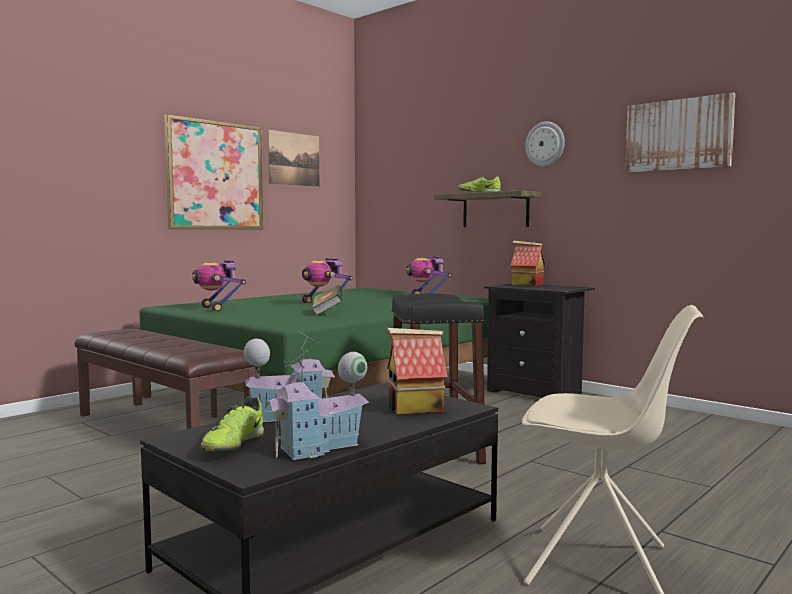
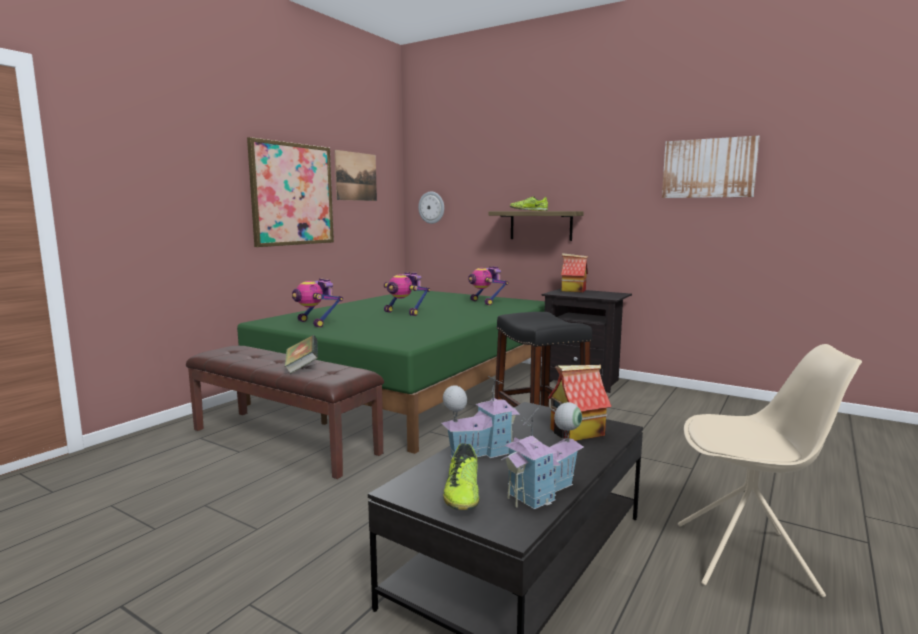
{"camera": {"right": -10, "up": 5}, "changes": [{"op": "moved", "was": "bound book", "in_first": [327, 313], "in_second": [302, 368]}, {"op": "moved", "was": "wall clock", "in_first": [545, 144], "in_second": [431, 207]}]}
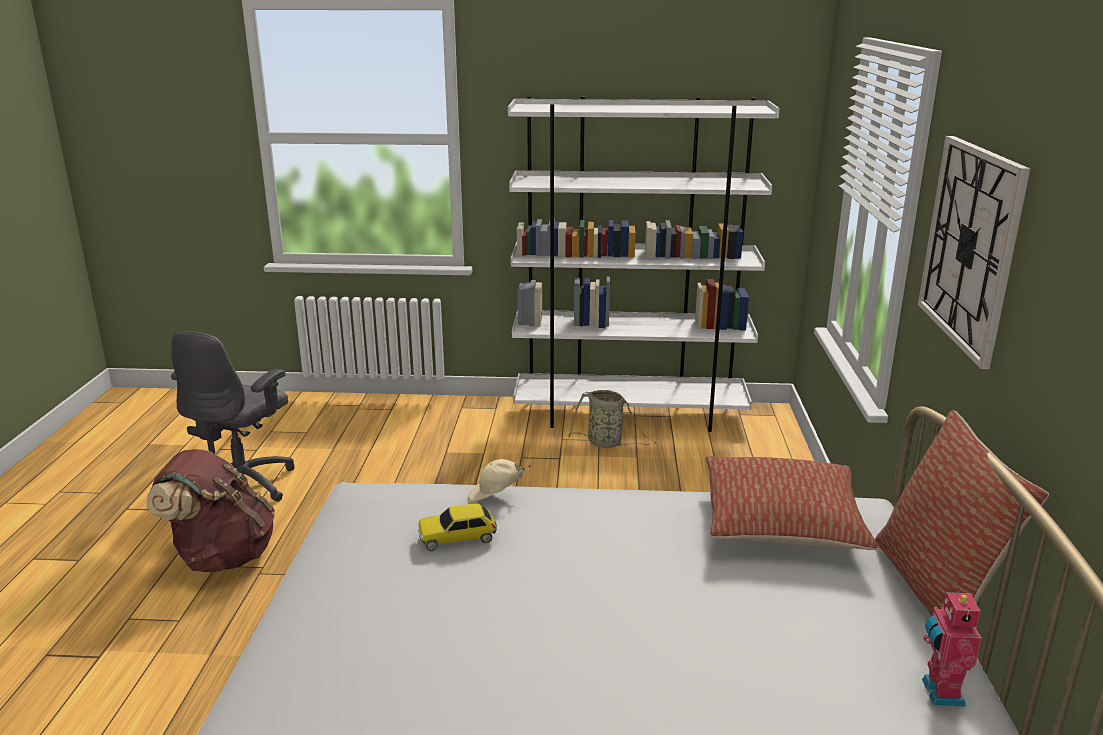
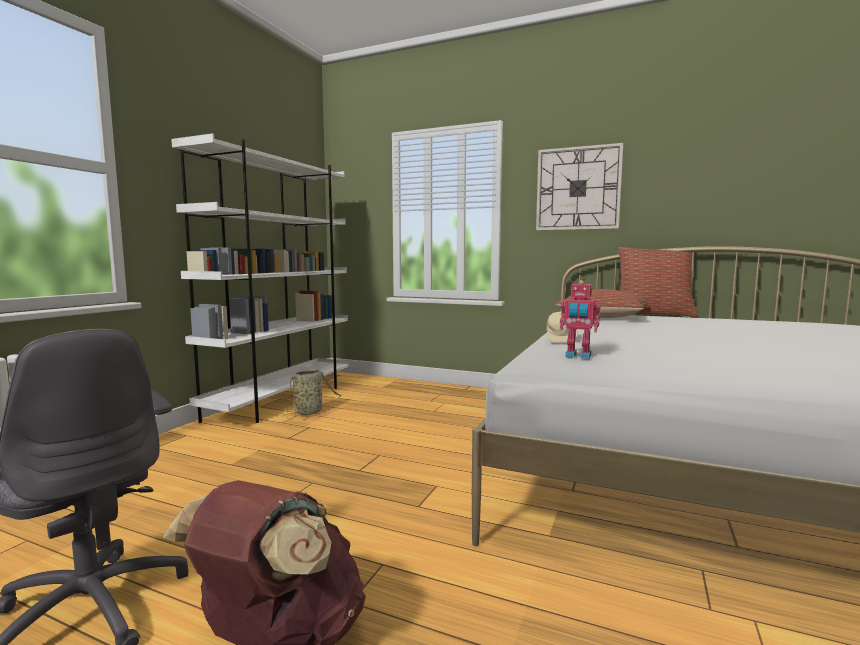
{"camera": {"right": -70, "up": -15}, "changes": [{"op": "moved", "was": "robot figure", "in_first": [940, 692], "in_second": [578, 356]}, {"op": "removed", "was": "model car", "in_first": [457, 537]}]}
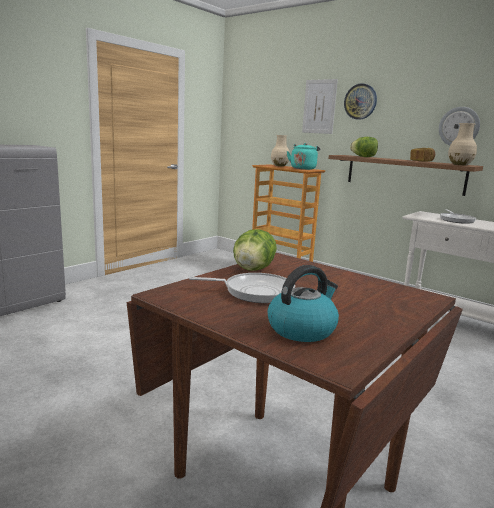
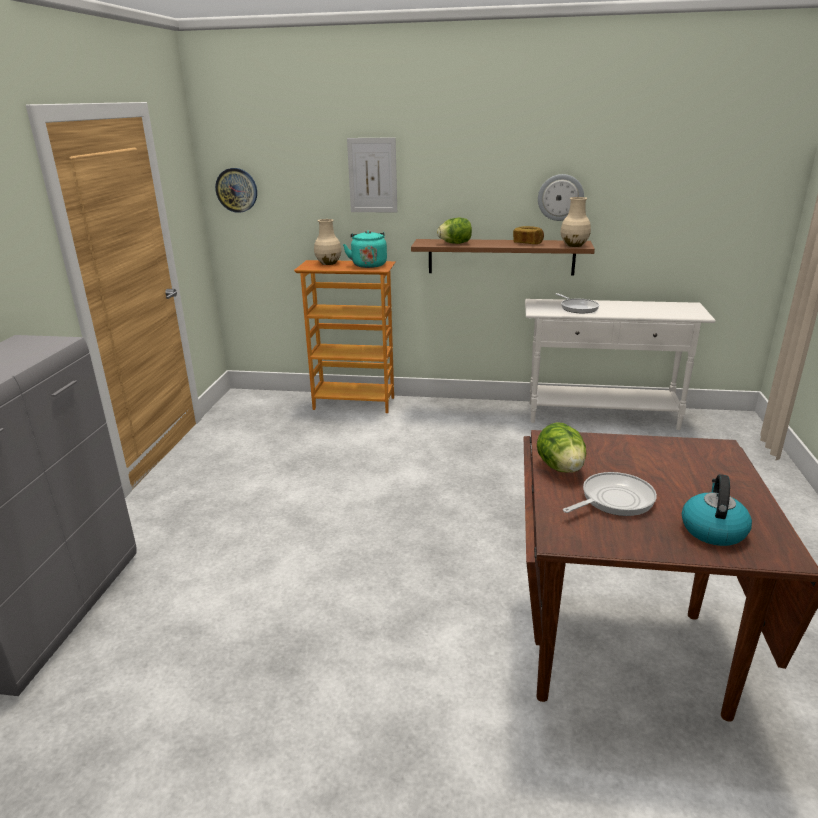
{"camera": {"right": -30, "up": 10}, "changes": [{"op": "moved", "was": "wall clock", "in_first": [360, 101], "in_second": [236, 190]}]}
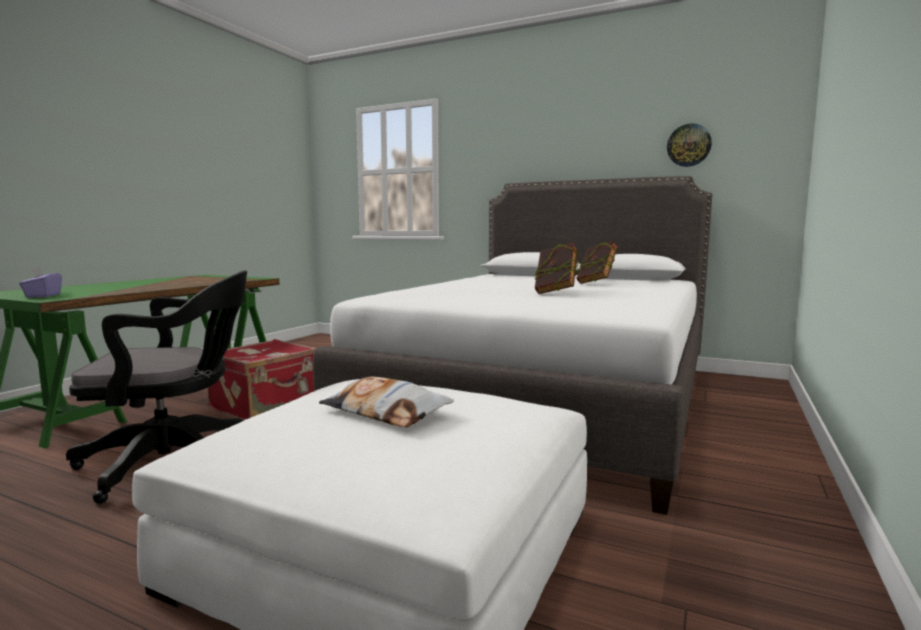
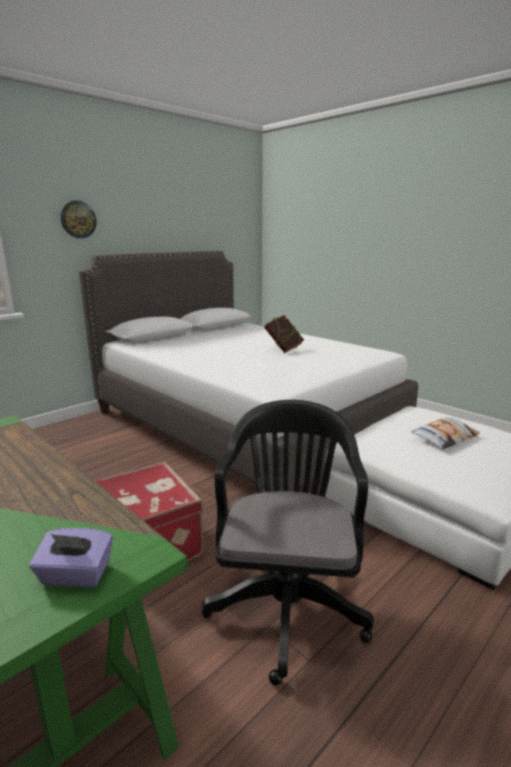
{"camera": {"right": -70, "up": 10}, "changes": [{"op": "moved", "was": "wall clock", "in_first": [689, 145], "in_second": [78, 219]}, {"op": "removed", "was": "bound book", "in_first": [596, 283]}]}
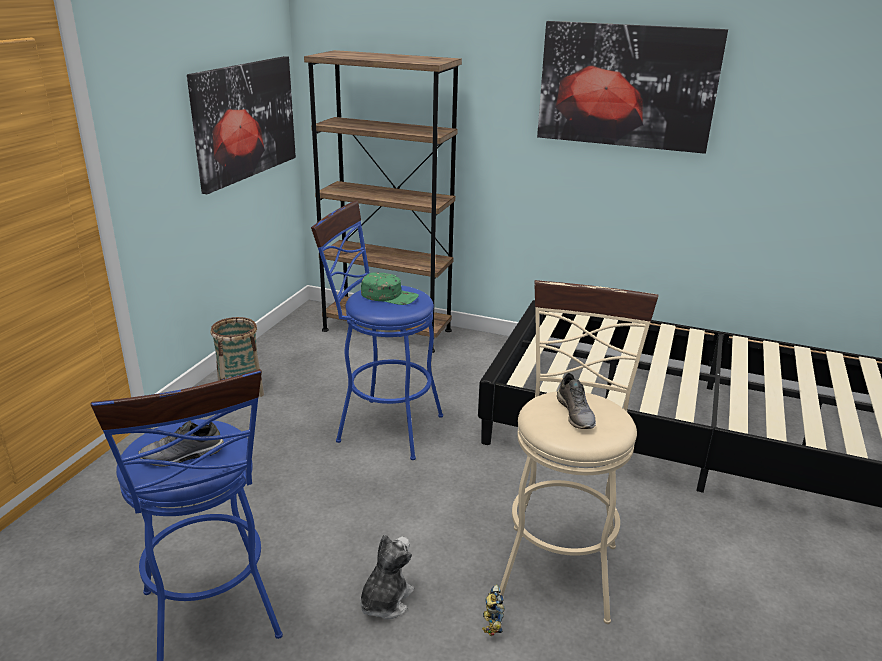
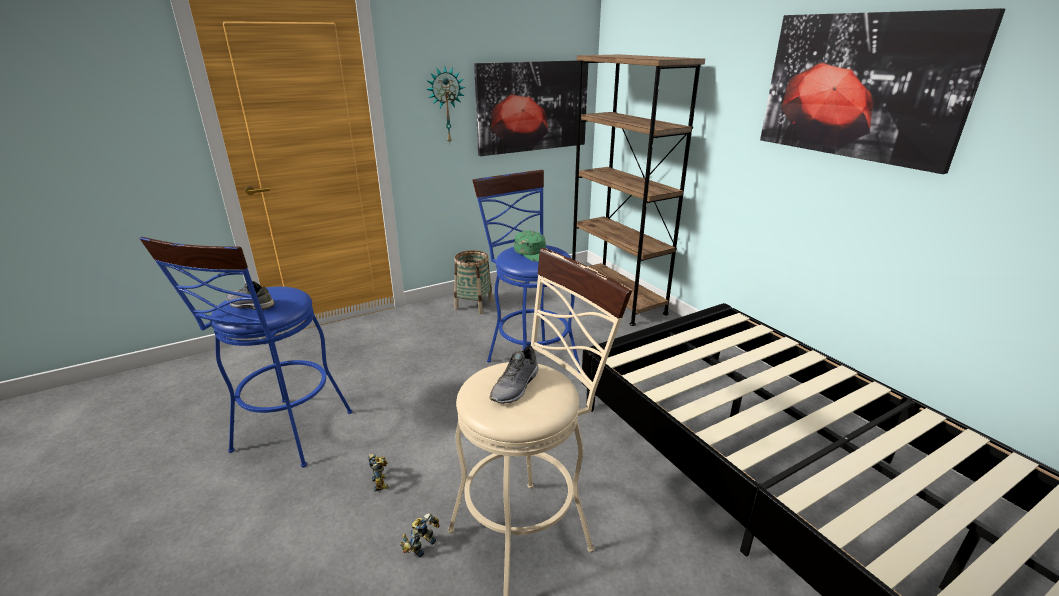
{"camera": {"right": 40, "up": 0}, "changes": [{"op": "replaced", "was": "cuddly toy", "now": "robot figure", "in_first": [385, 600], "in_second": [381, 482]}, {"op": "added", "now": "wall clock", "in_second": [446, 105]}]}
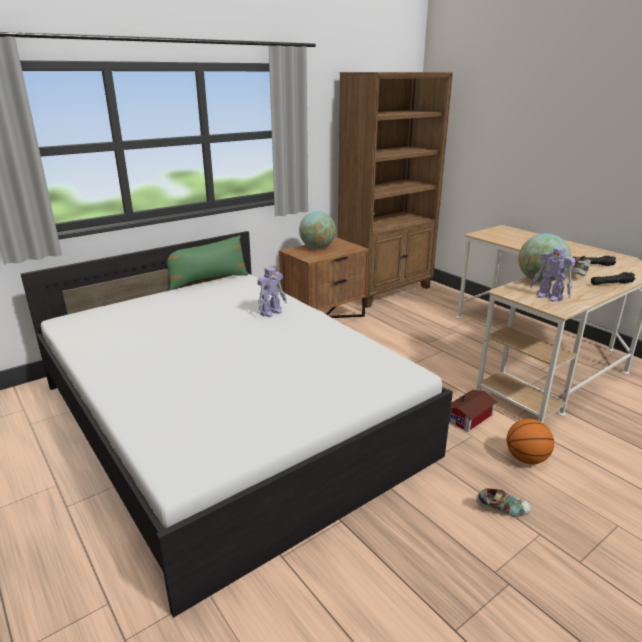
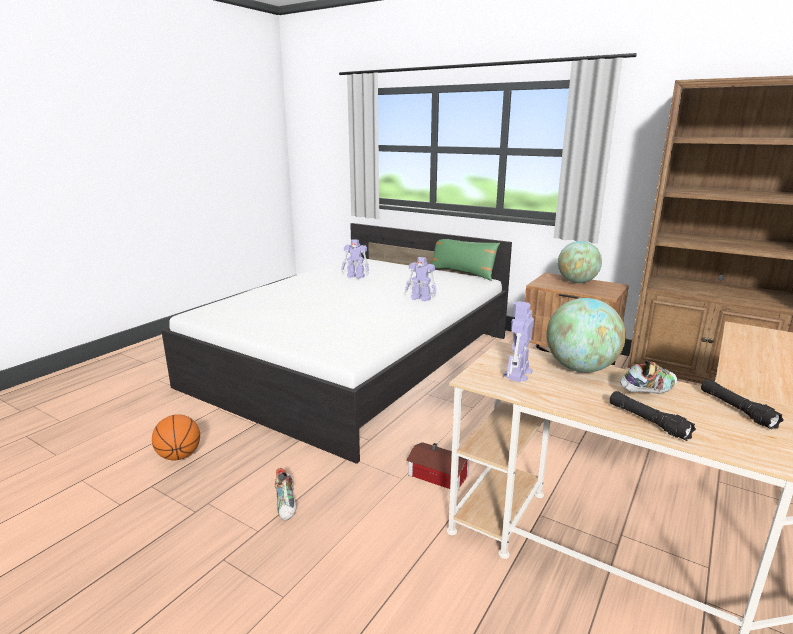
{"camera": {"right": 70, "up": -5}, "changes": [{"op": "moved", "was": "ball for basketball", "in_first": [526, 458], "in_second": [179, 456]}, {"op": "added", "now": "robot figure", "in_second": [356, 276]}]}
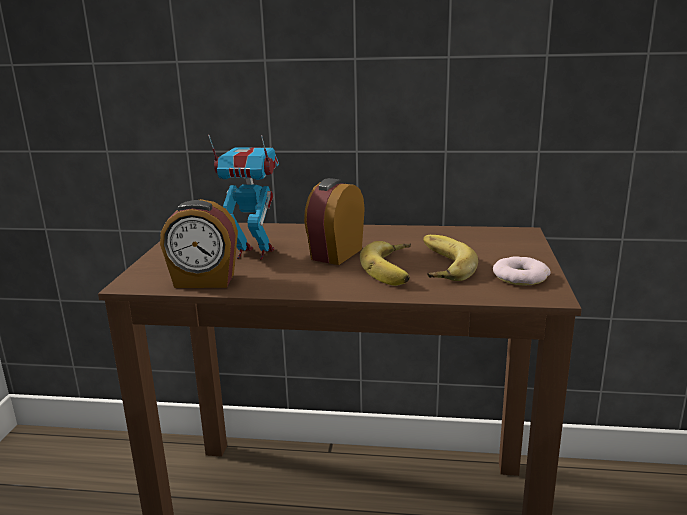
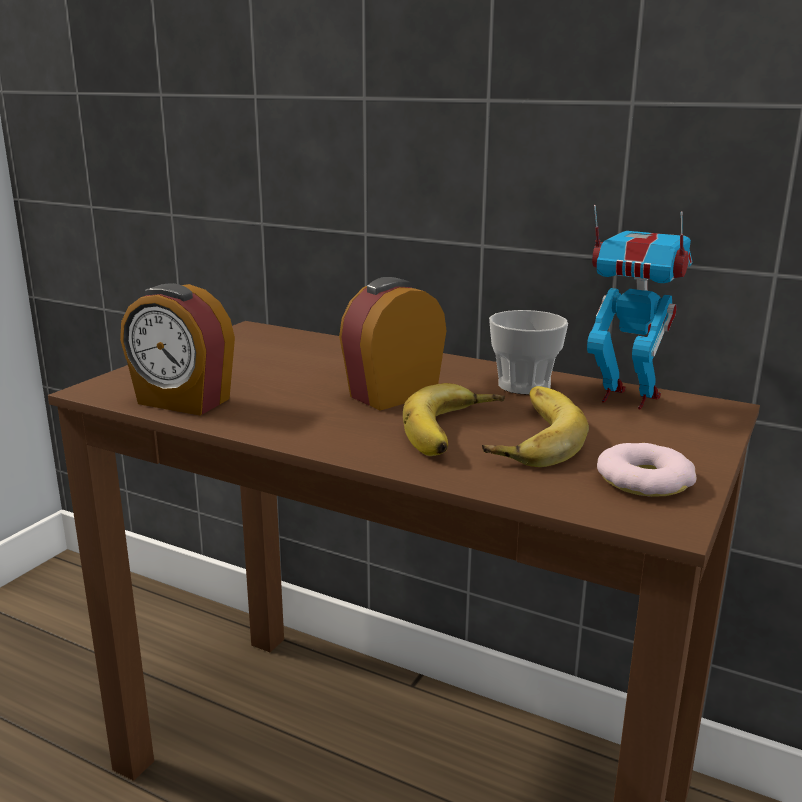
{"camera": {"right": 20, "up": 0}, "changes": [{"op": "added", "now": "small cup", "in_second": [524, 385]}, {"op": "moved", "was": "robot figure", "in_first": [253, 253], "in_second": [627, 397]}]}
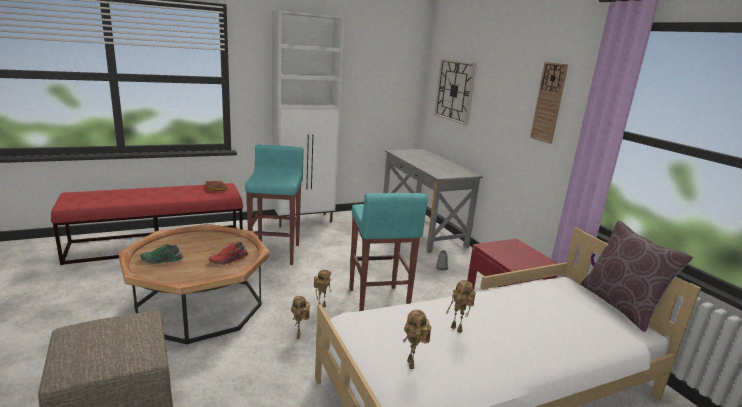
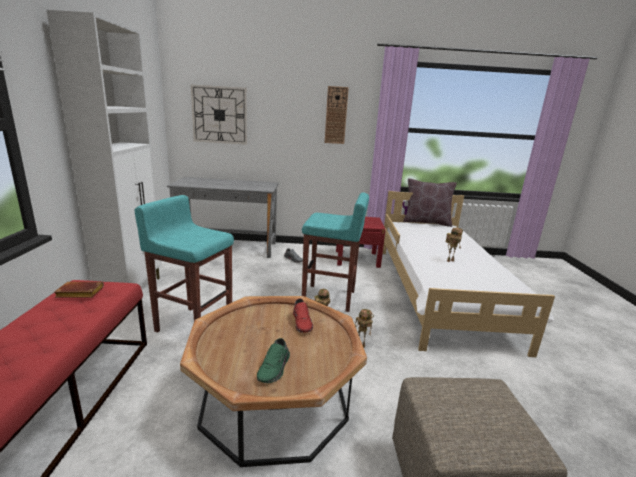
{"camera": {"right": -65, "up": 0}, "changes": [{"op": "removed", "was": "robot figure", "in_first": [412, 365]}]}
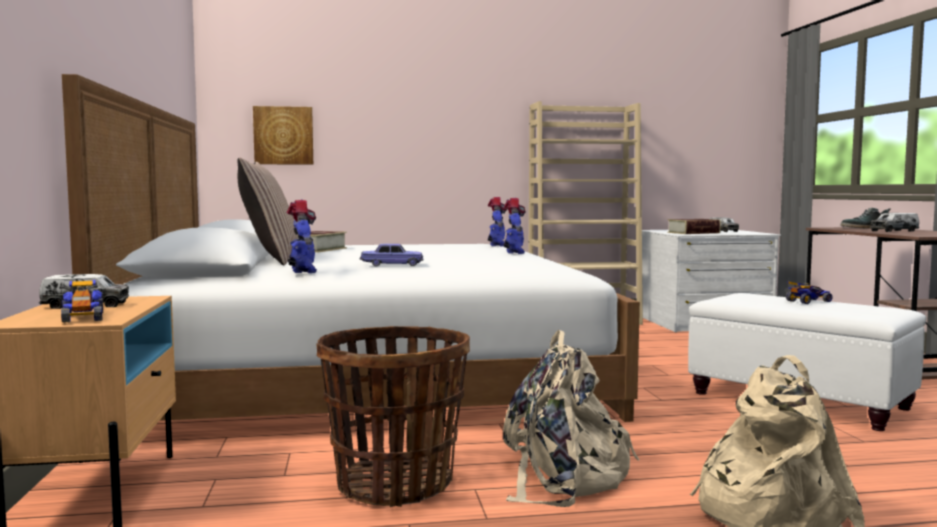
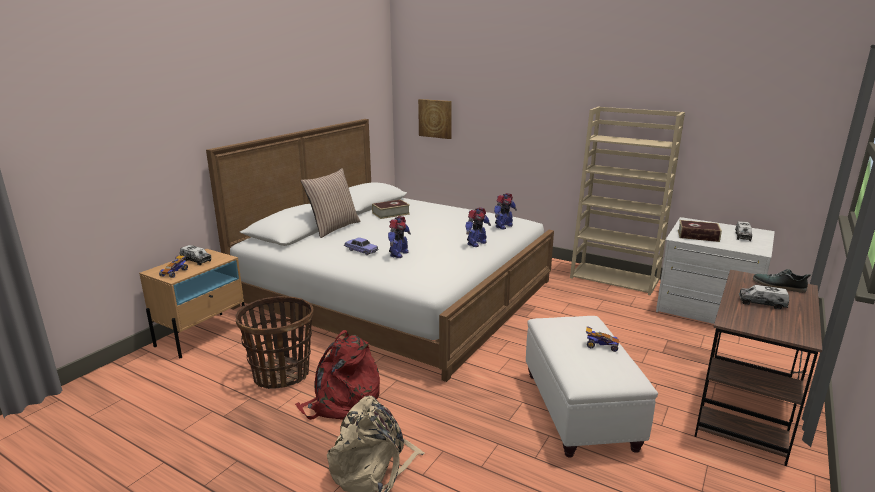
{"camera": {"right": 40, "up": 15}, "changes": [{"op": "recoloured", "was": "beige-coloured backpack", "now": "red backpack", "in_first": [563, 477], "in_second": [342, 402]}, {"op": "moved", "was": "robot figure", "in_first": [302, 271], "in_second": [398, 254]}]}
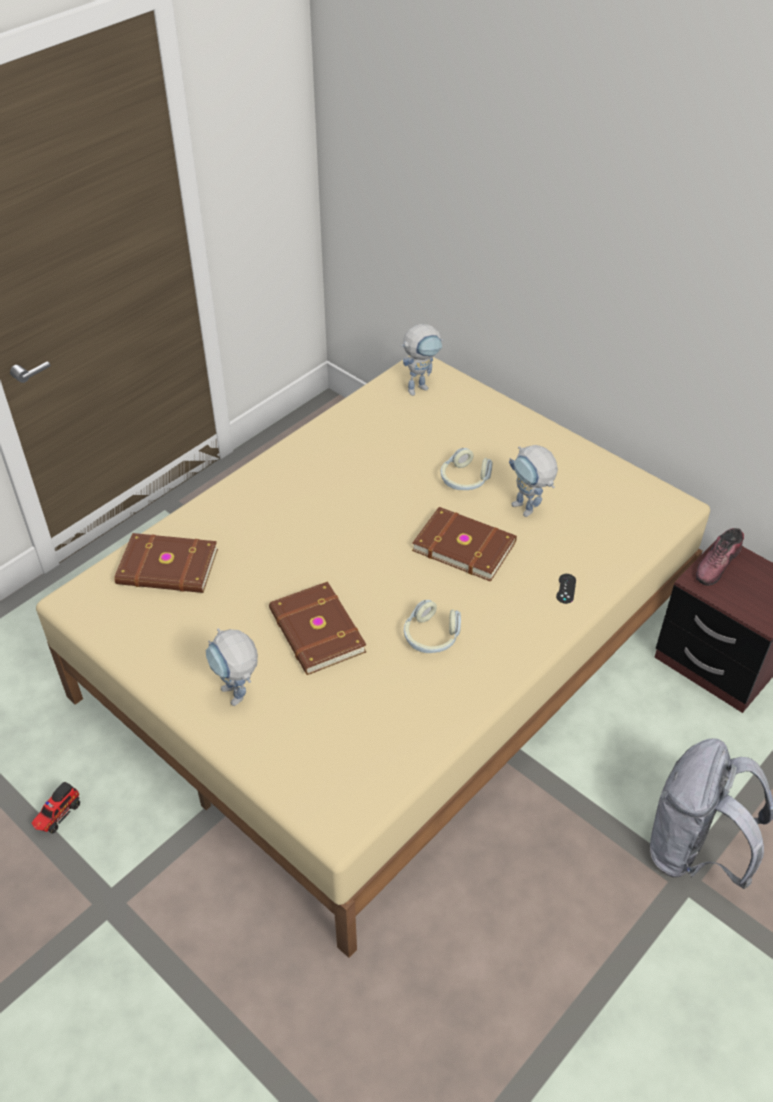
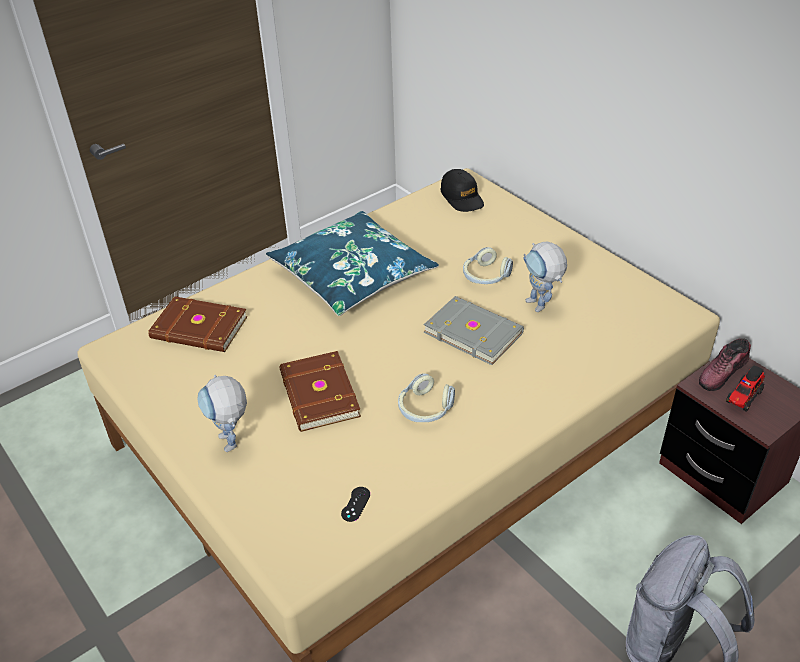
{"camera": {"right": 10, "up": -5}, "changes": [{"op": "added", "now": "blue-coloured throw pillow", "in_second": [352, 275]}, {"op": "moved", "was": "black game controller", "in_first": [566, 588], "in_second": [355, 504]}, {"op": "recoloured", "was": "brown bound book", "now": "greyish bound book", "in_first": [464, 545], "in_second": [473, 332]}, {"op": "replaced", "was": "robot figure", "now": "black baseball cap", "in_first": [421, 387], "in_second": [462, 197]}, {"op": "moved", "was": "toy truck", "in_first": [57, 815], "in_second": [743, 398]}]}
